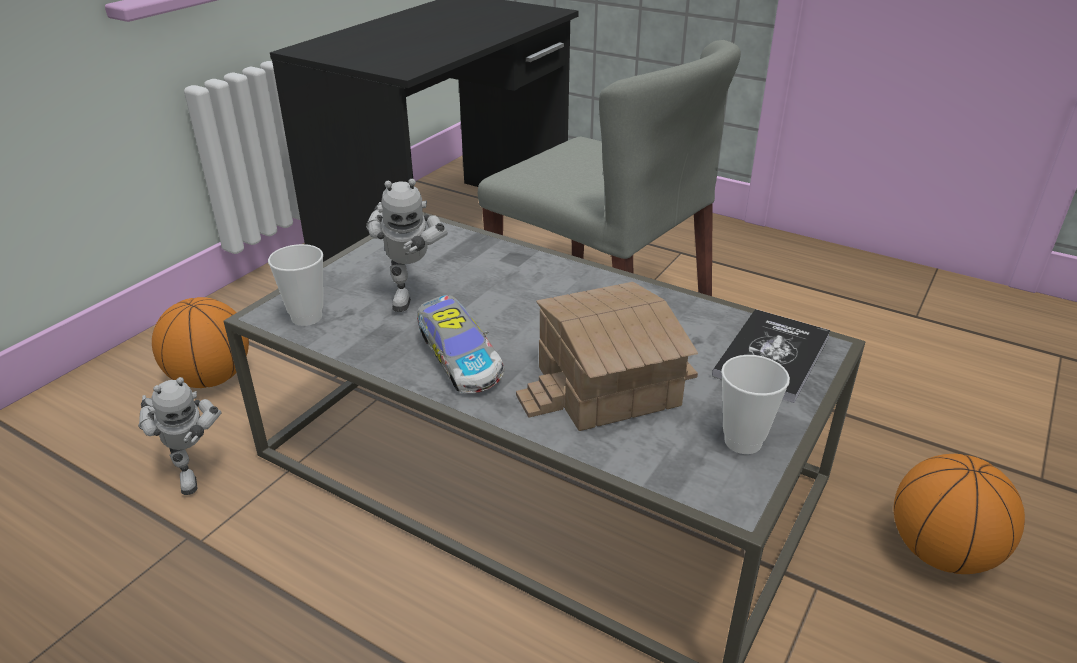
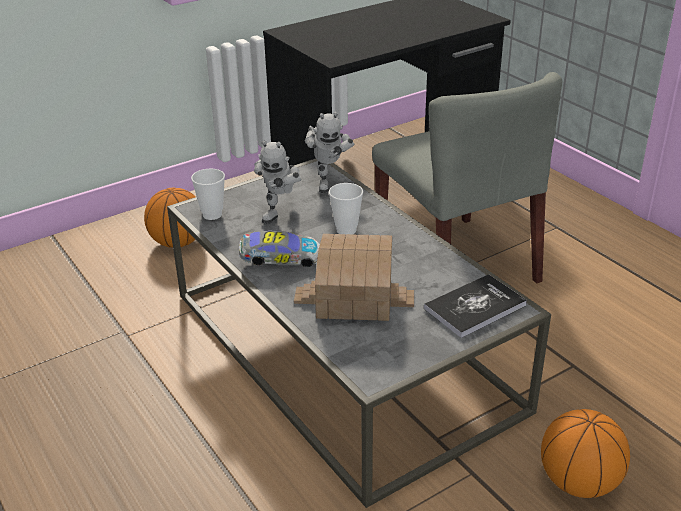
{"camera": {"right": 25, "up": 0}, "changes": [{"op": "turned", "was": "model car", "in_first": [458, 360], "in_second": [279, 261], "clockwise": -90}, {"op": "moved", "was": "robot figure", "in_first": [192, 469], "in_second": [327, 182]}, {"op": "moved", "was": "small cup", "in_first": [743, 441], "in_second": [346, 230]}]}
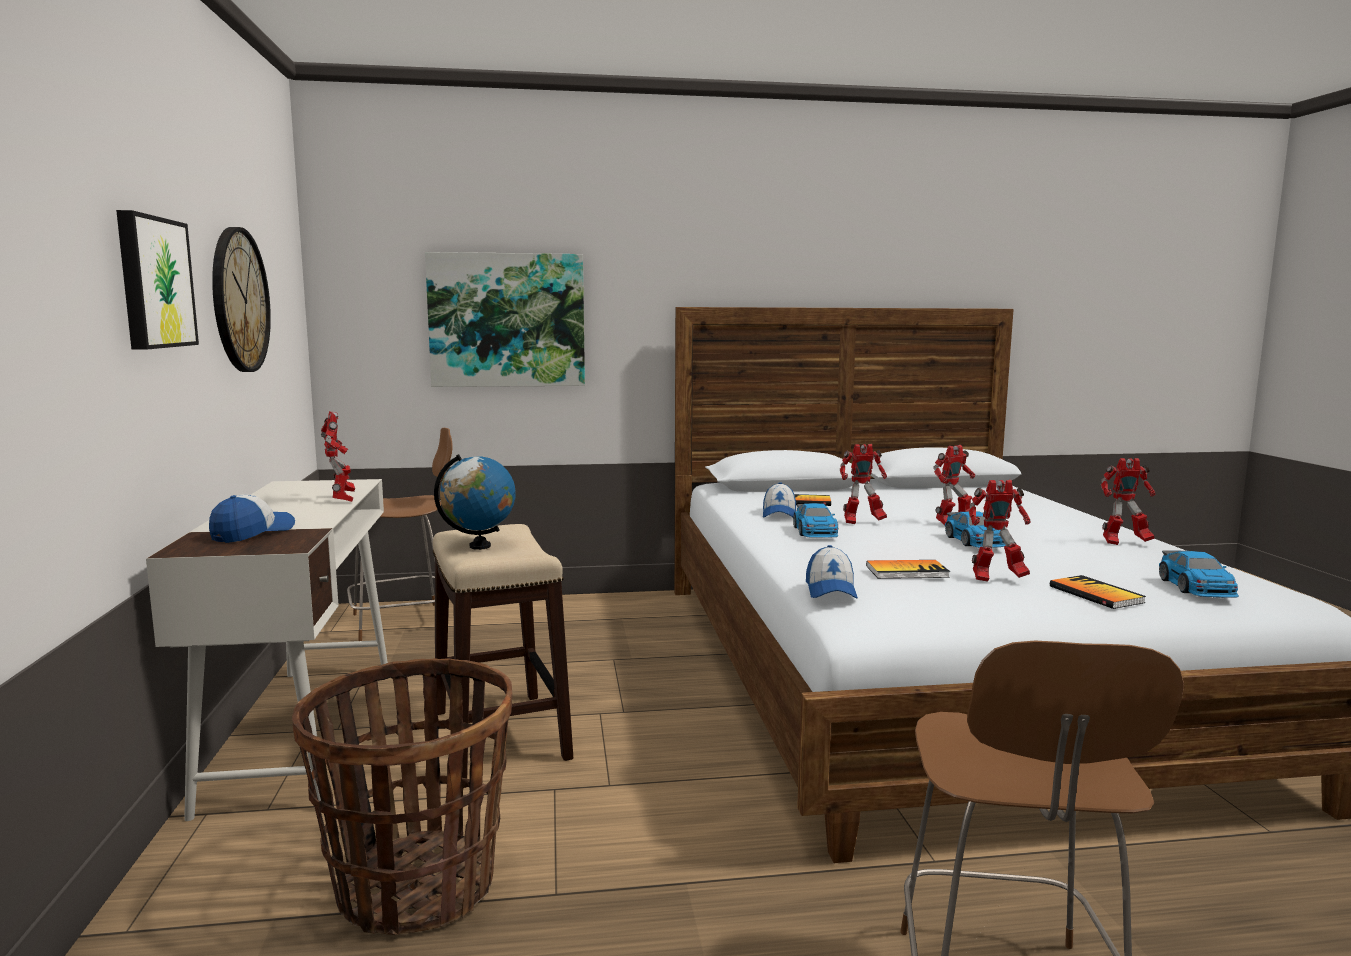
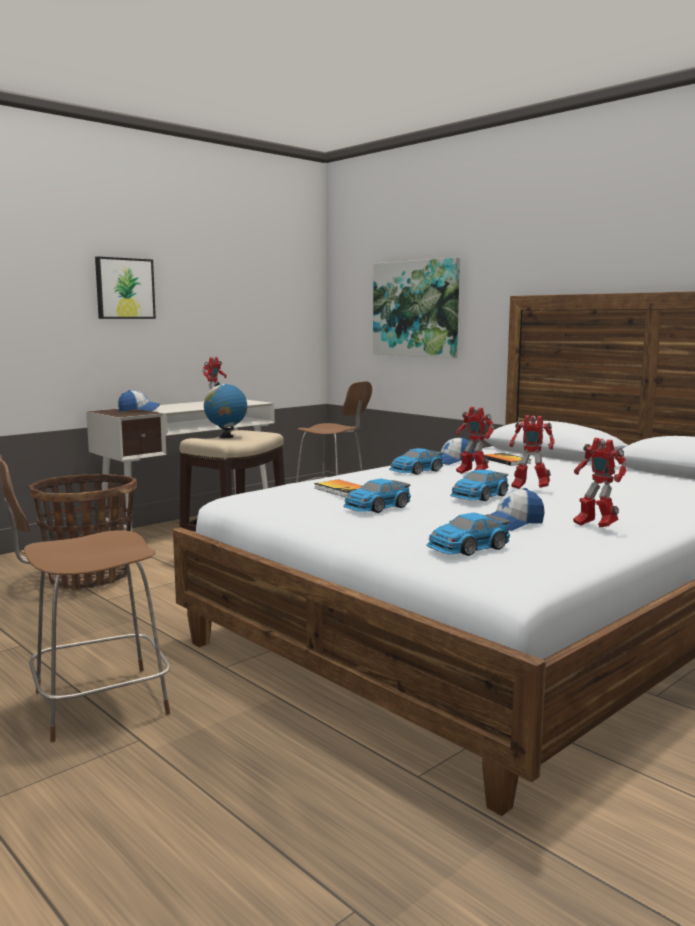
{"camera": {"right": 55, "up": 0}, "changes": [{"op": "replaced", "was": "robot figure", "now": "model car", "in_first": [996, 578], "in_second": [377, 507]}, {"op": "moved", "was": "baseball cap", "in_first": [830, 590], "in_second": [513, 523]}, {"op": "removed", "was": "wall clock", "in_first": [239, 300]}, {"op": "removed", "was": "bound book", "in_first": [1095, 594]}]}
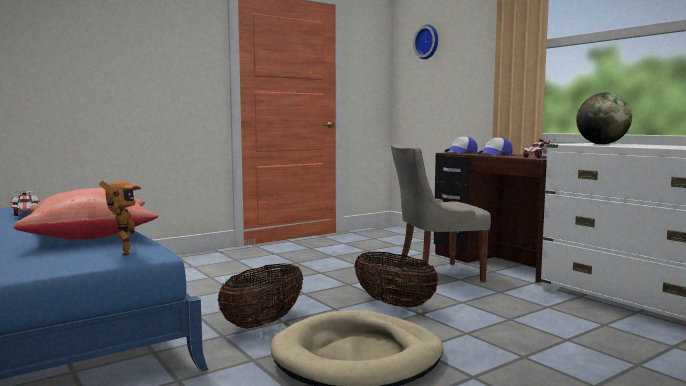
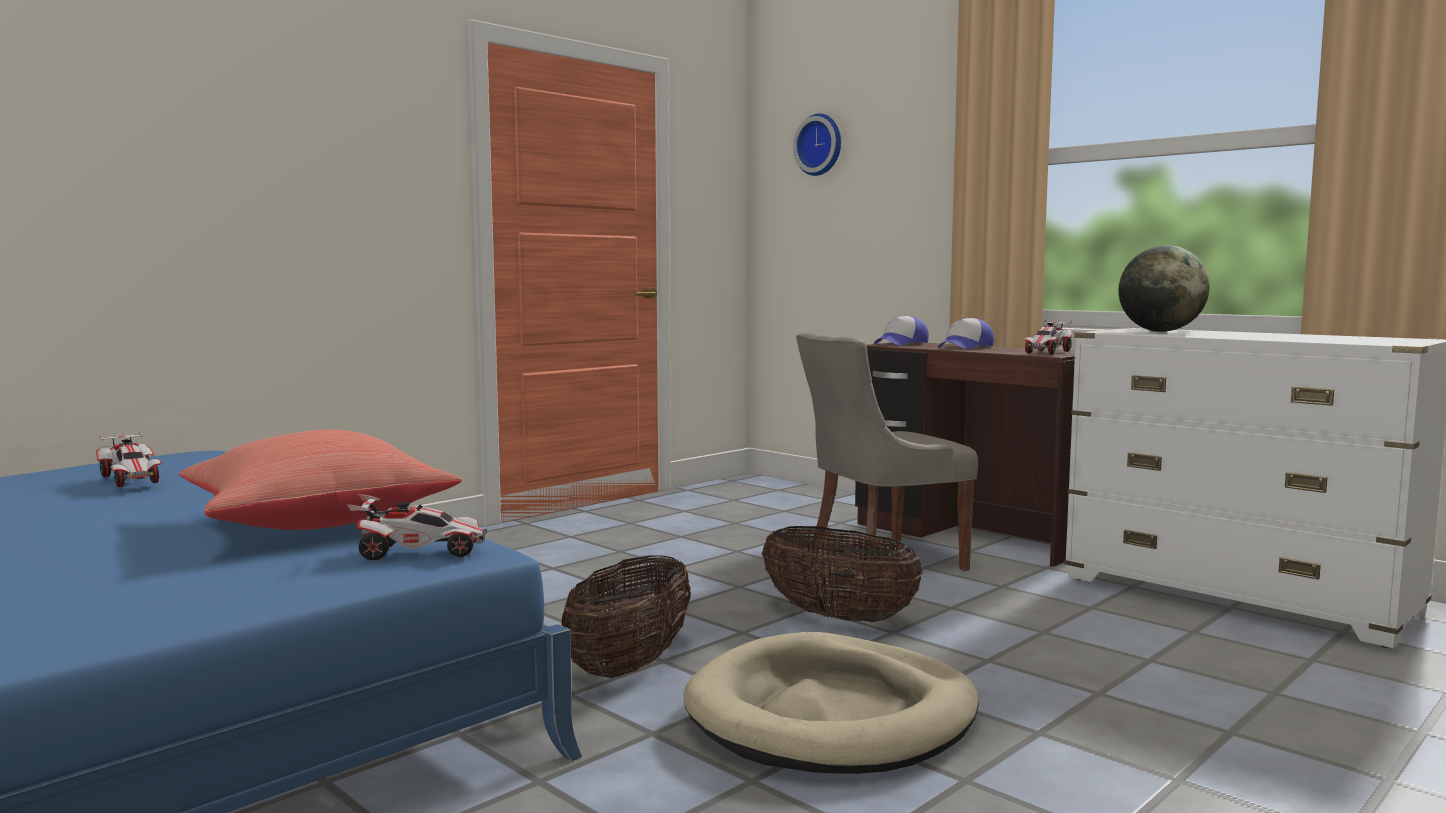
{"camera": {"right": -10, "up": 0}, "changes": [{"op": "replaced", "was": "robot figure", "now": "model car", "in_first": [122, 253], "in_second": [420, 552]}]}
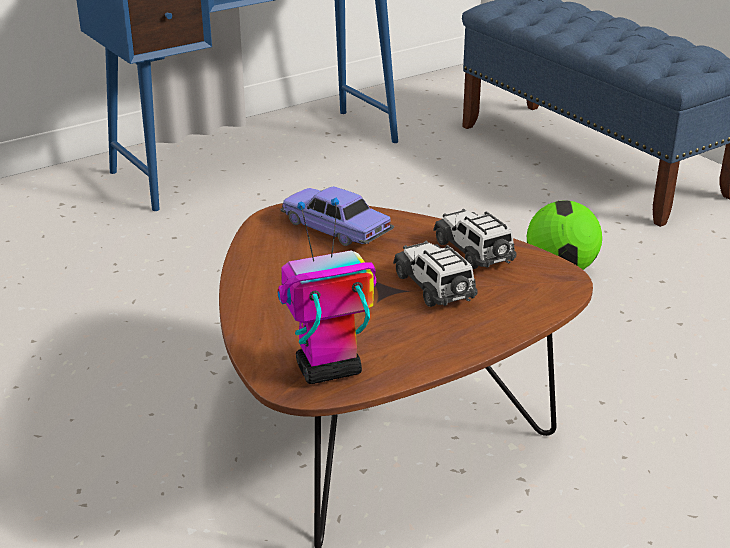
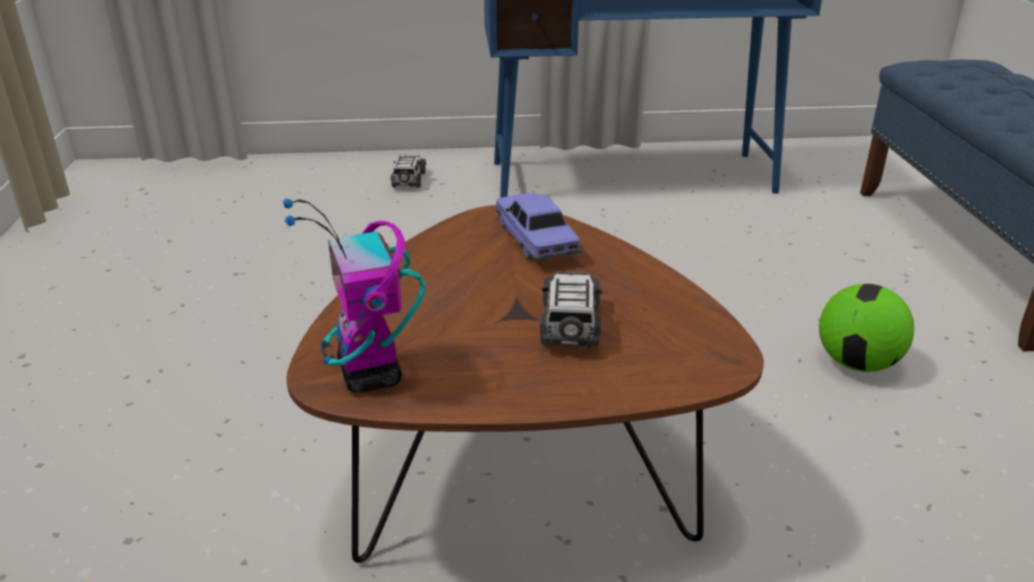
{"camera": {"right": 30, "up": 0}, "changes": [{"op": "turned", "was": "robot figure", "in_first": [327, 370], "in_second": [370, 374], "clockwise": -120}, {"op": "moved", "was": "model car", "in_first": [474, 252], "in_second": [409, 180]}]}
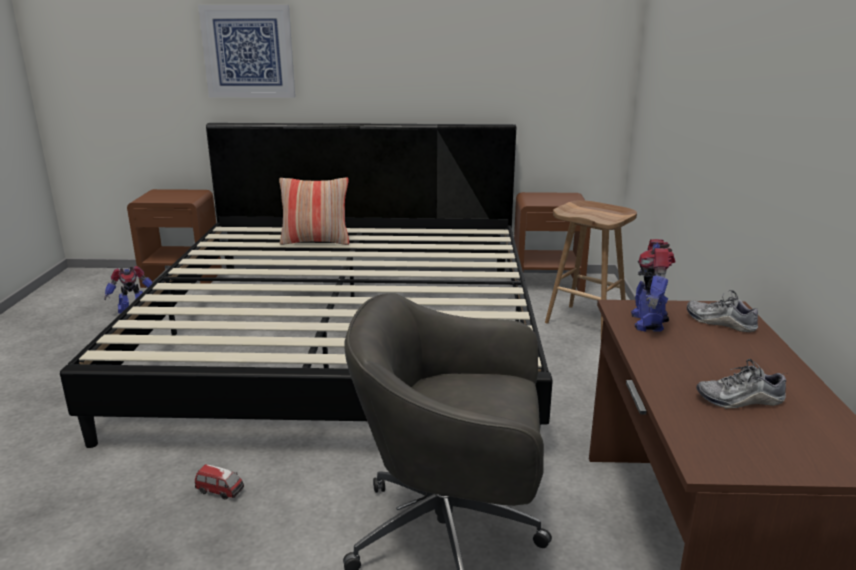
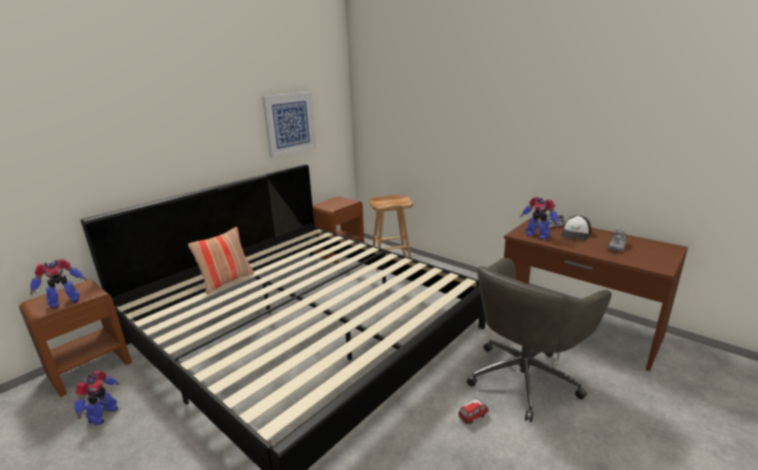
{"camera": {"right": -50, "up": 0}, "changes": [{"op": "added", "now": "robot figure", "in_second": [64, 302]}, {"op": "moved", "was": "picture", "in_first": [248, 52], "in_second": [290, 124]}, {"op": "moved", "was": "model car", "in_first": [220, 491], "in_second": [473, 416]}, {"op": "added", "now": "baseball cap", "in_second": [575, 234]}]}
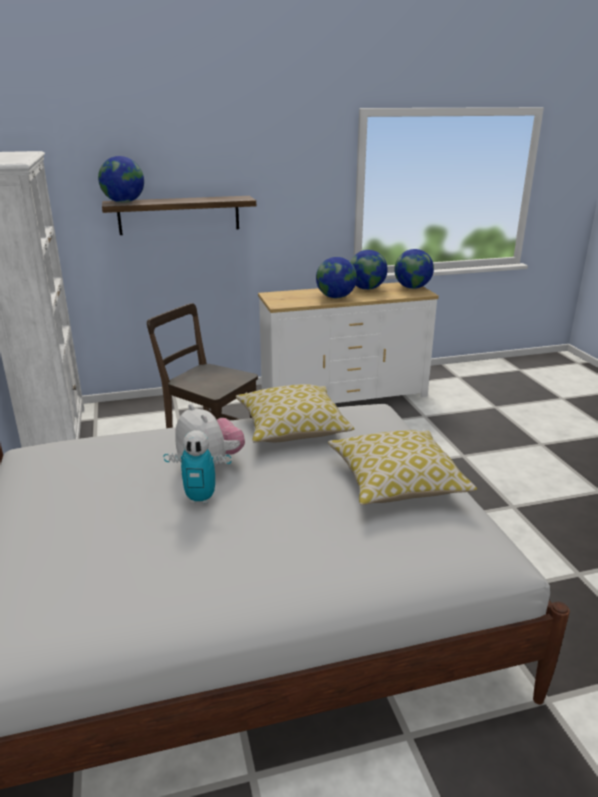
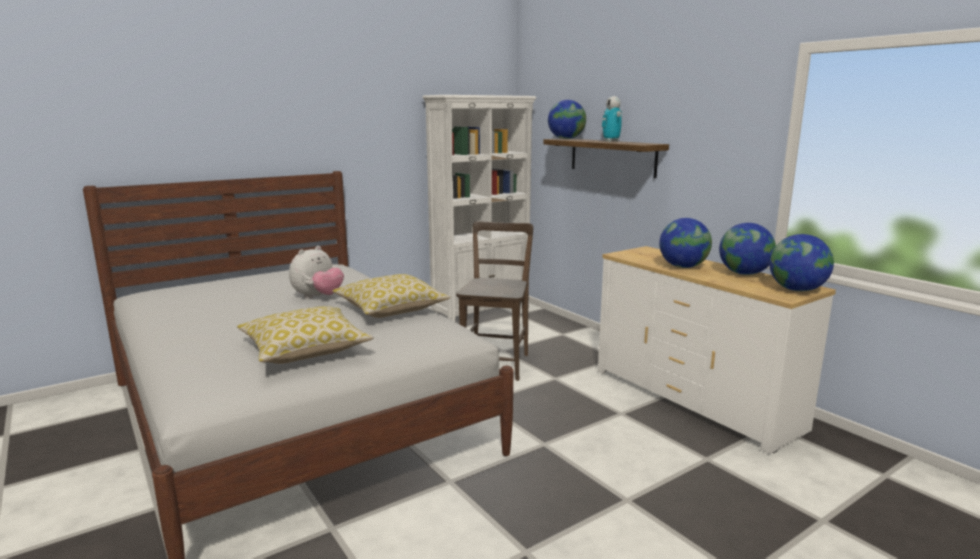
{"camera": {"right": 70, "up": -10}, "changes": [{"op": "moved", "was": "robot figure", "in_first": [200, 499], "in_second": [611, 141]}]}
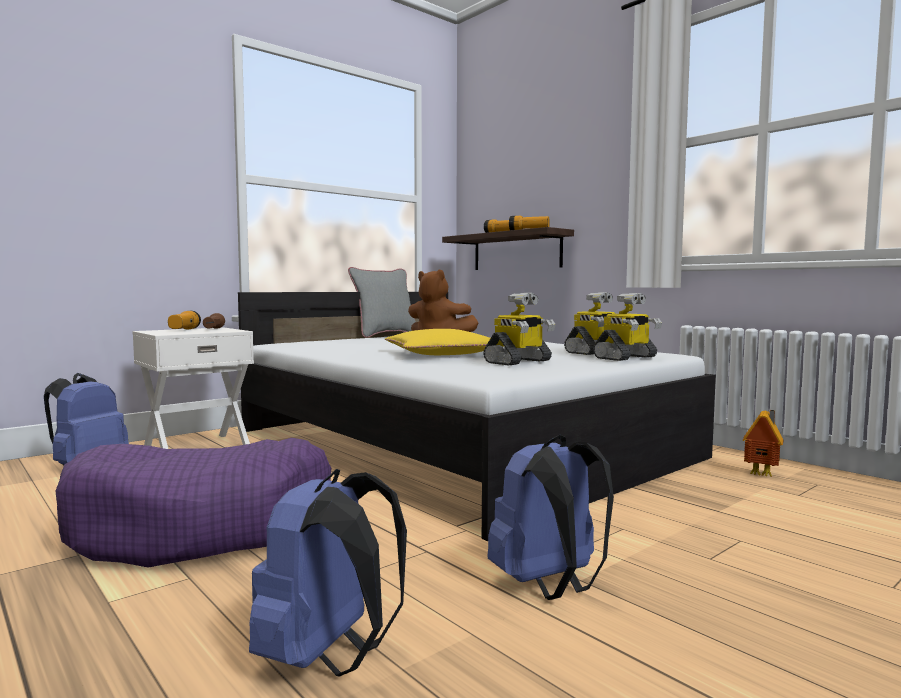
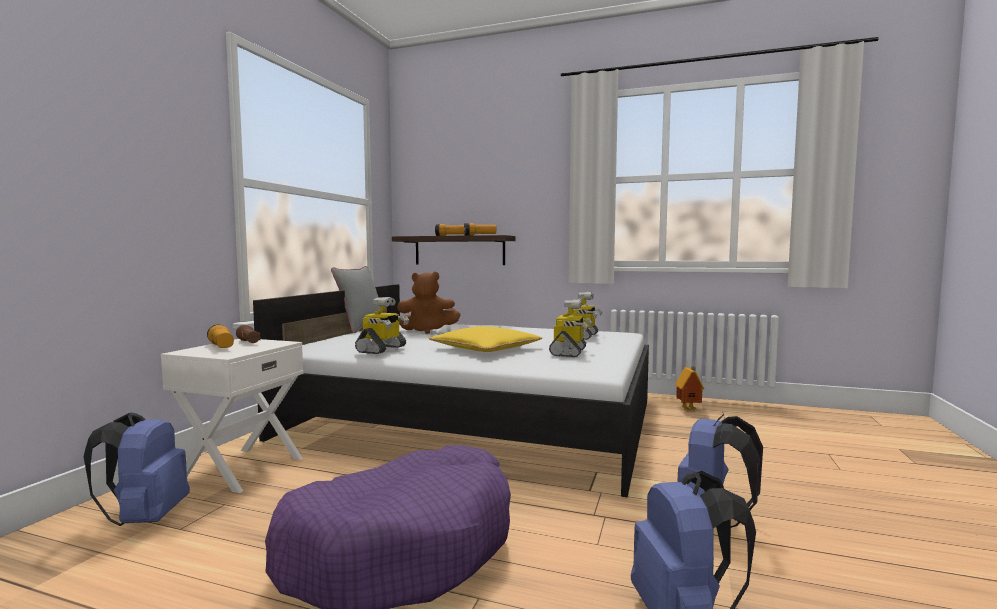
{"camera": {"right": -30, "up": 0}, "changes": [{"op": "moved", "was": "robot figure", "in_first": [626, 358], "in_second": [382, 349]}]}
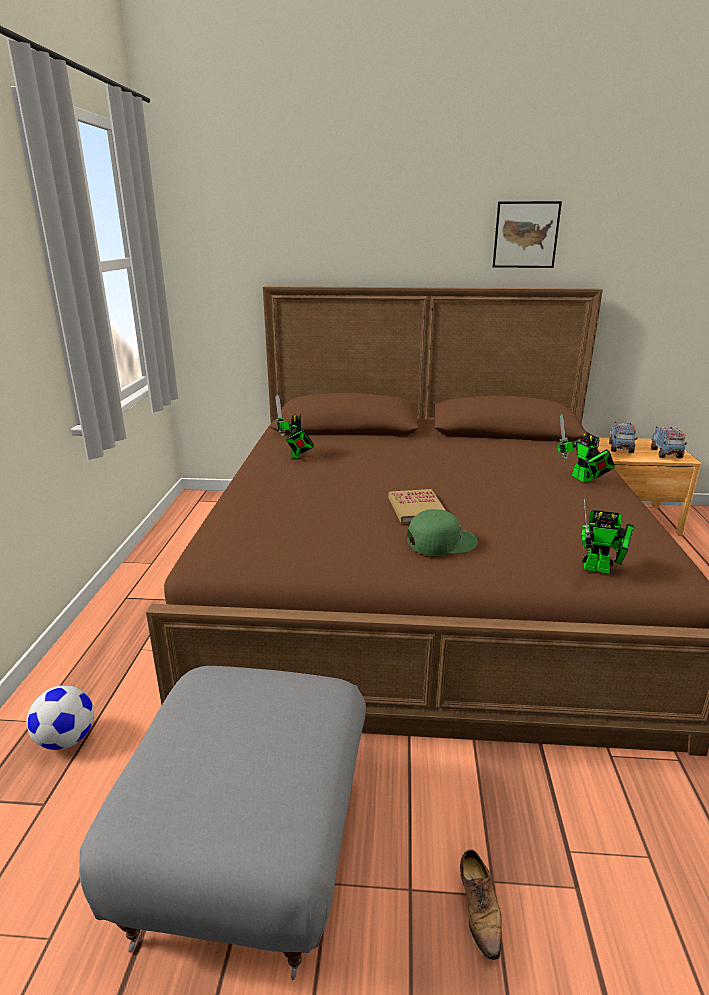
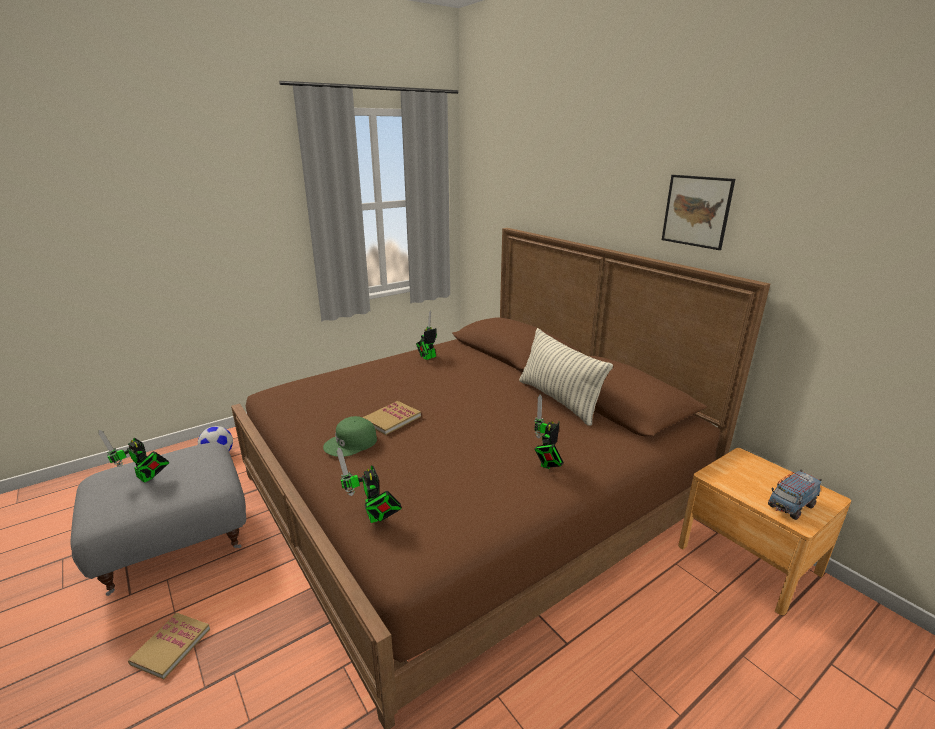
{"camera": {"right": 50, "up": 0}, "changes": [{"op": "added", "now": "robot figure", "in_second": [146, 478]}, {"op": "replaced", "was": "item of footwear", "now": "bound book", "in_first": [479, 909], "in_second": [171, 646]}, {"op": "turned", "was": "greenish baseball cap", "in_first": [440, 541], "in_second": [351, 443], "clockwise": 105}, {"op": "added", "now": "throw pillow", "in_second": [558, 400]}, {"op": "removed", "was": "toy truck", "in_first": [620, 448]}]}
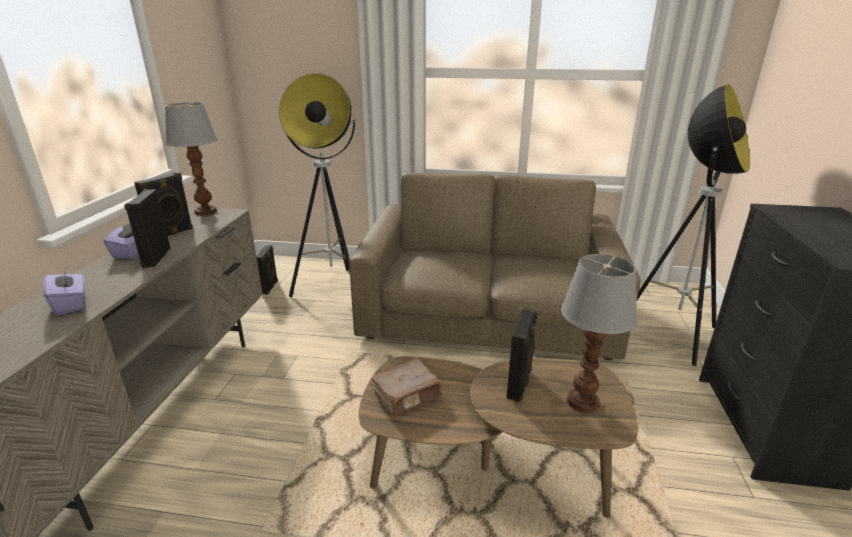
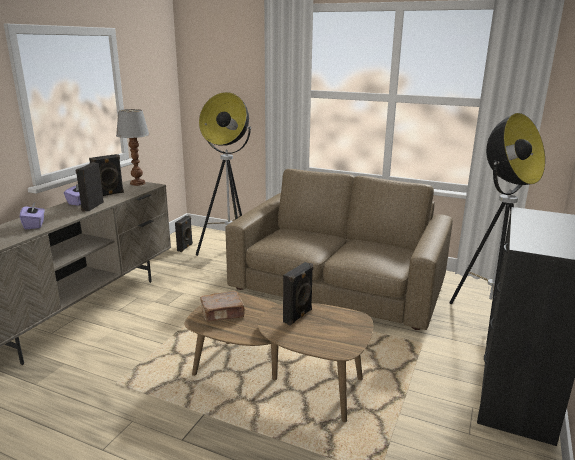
{"camera": {"right": 15, "up": -5}, "changes": [{"op": "removed", "was": "table lamp", "in_first": [583, 403]}]}
